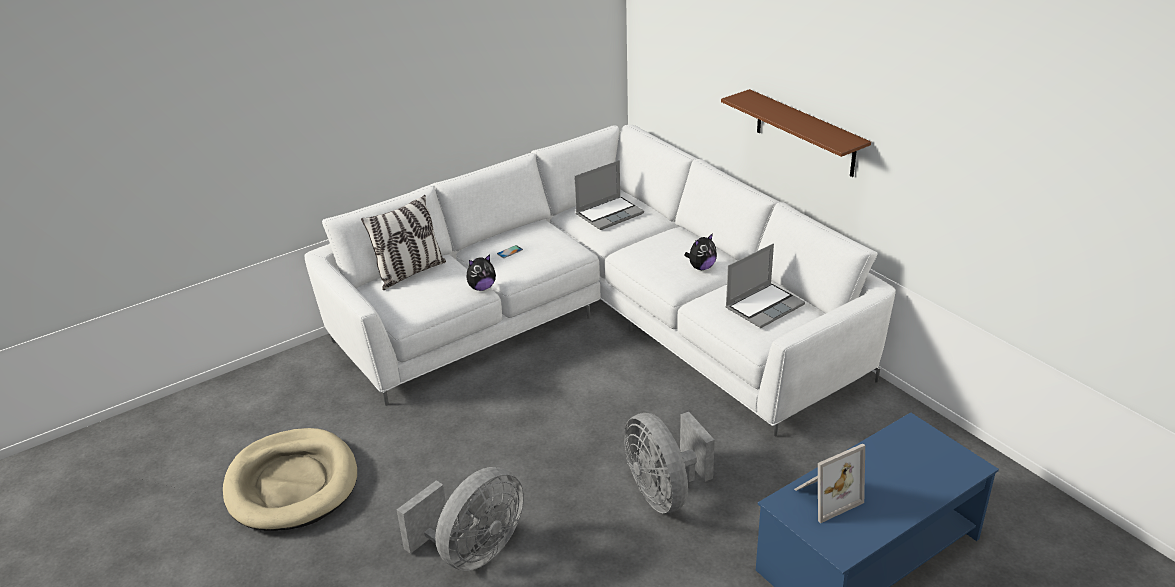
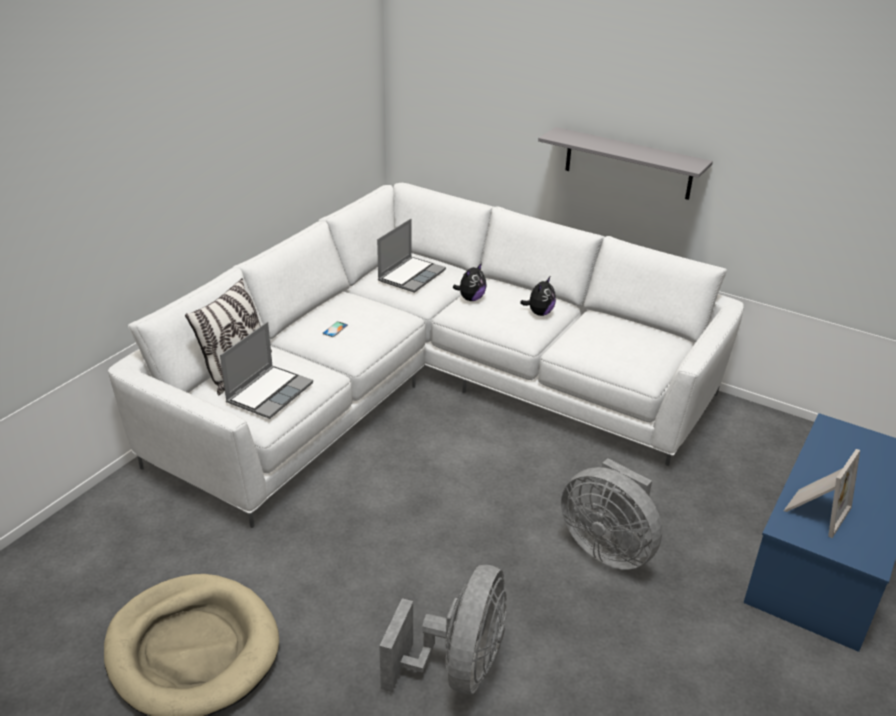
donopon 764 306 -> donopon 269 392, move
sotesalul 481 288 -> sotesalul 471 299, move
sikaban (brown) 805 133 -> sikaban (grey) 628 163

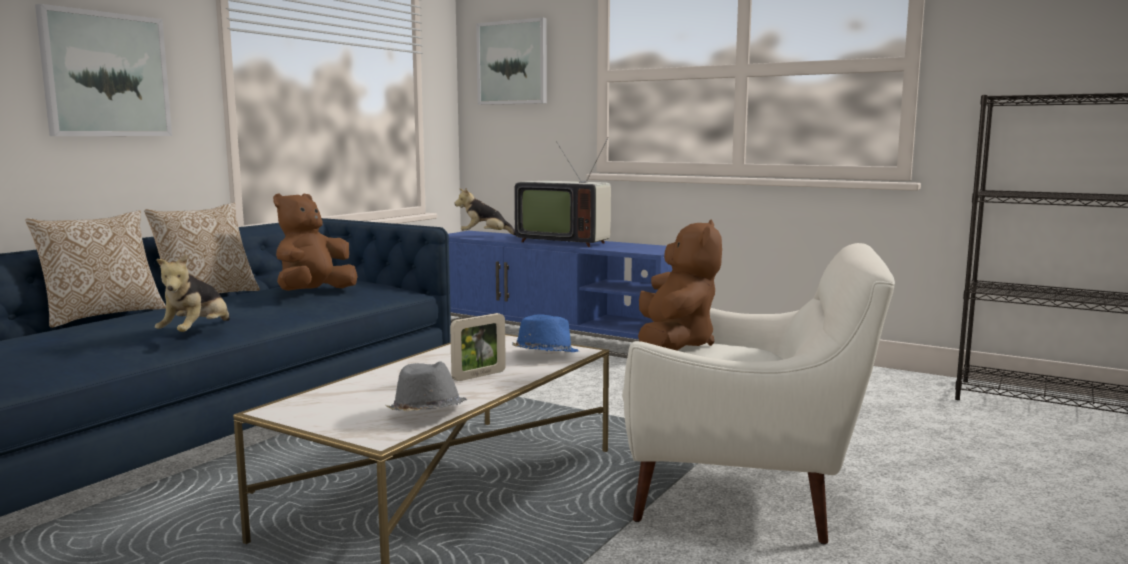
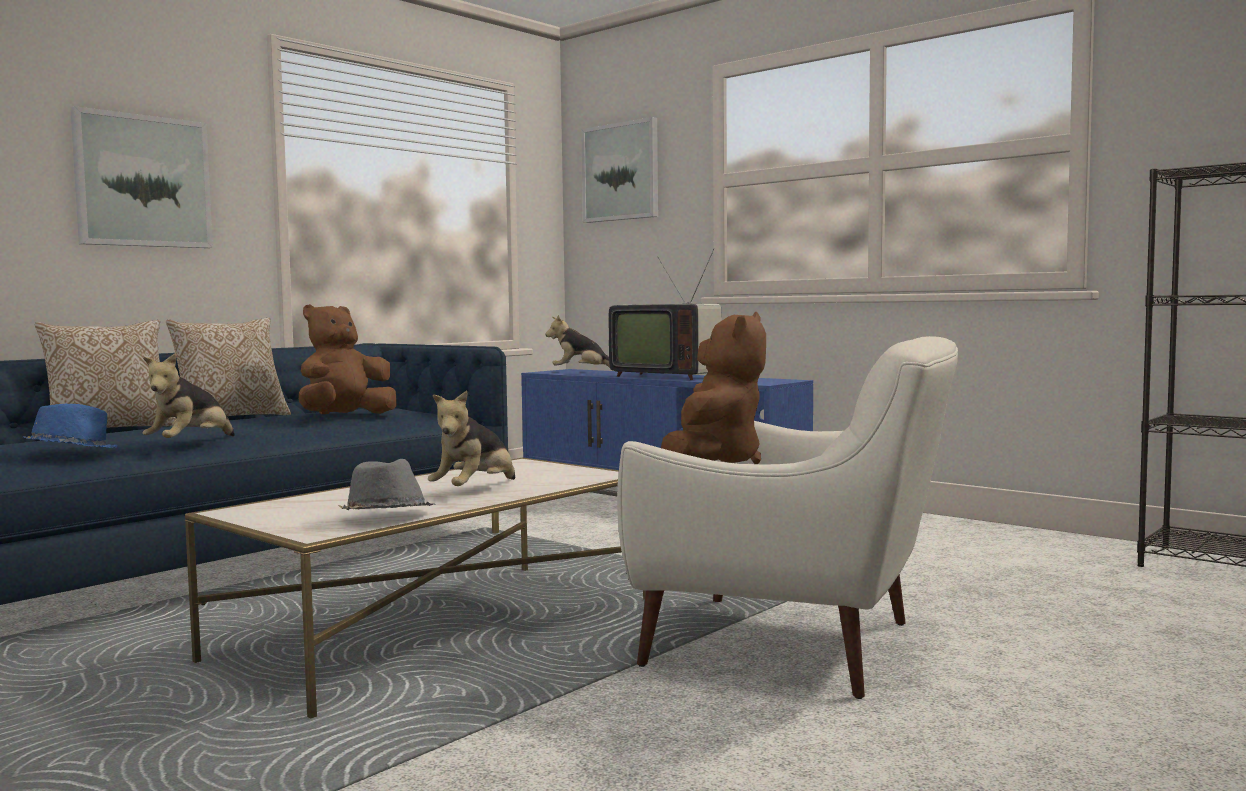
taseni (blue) 544 354 -> taseni (blue) 71 451, move
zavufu 479 375 -> sotesalul 475 491

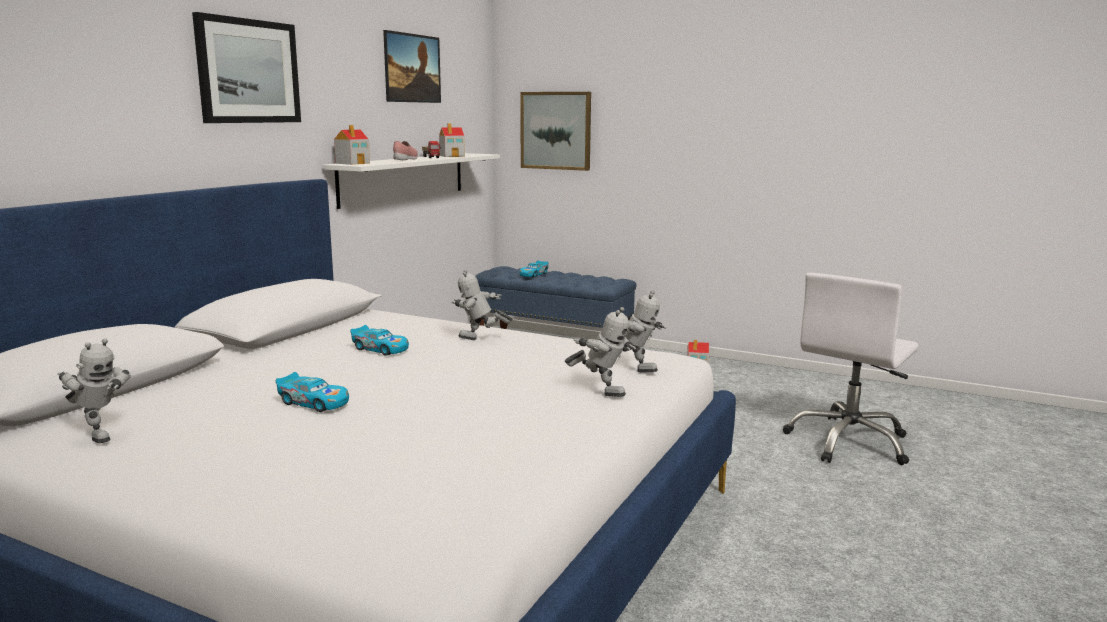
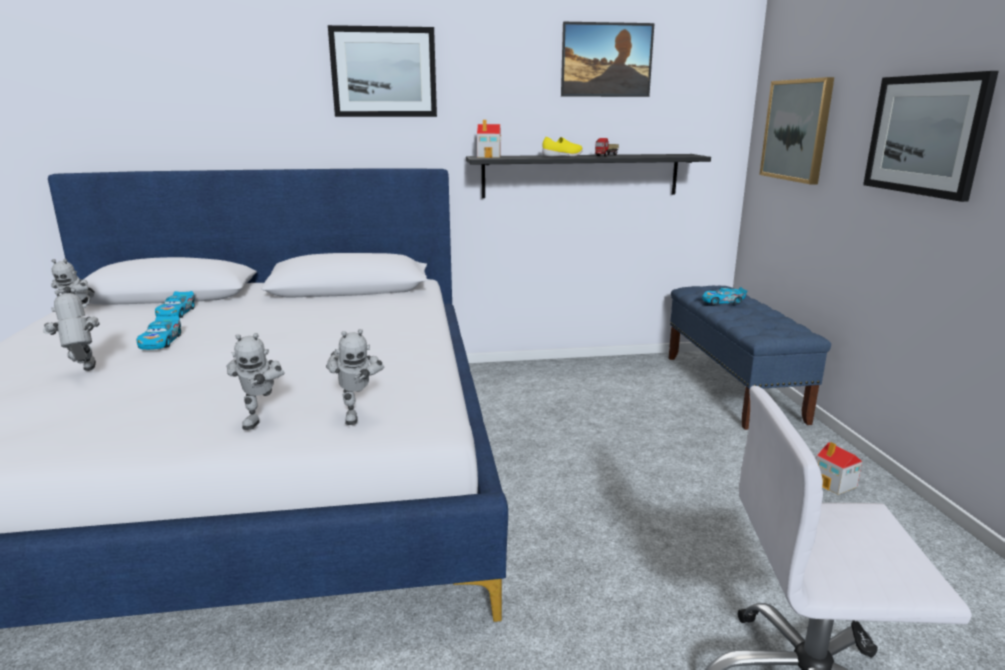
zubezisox 480 340 -> zubezisox 83 373, move
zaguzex 381 349 -> zaguzex 176 313, move
sikaban (white) 404 178 -> sikaban (black) 581 175
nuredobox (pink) 406 159 -> nuredobox (yellow) 562 156
none -> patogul 925 135
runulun 452 156 -> none

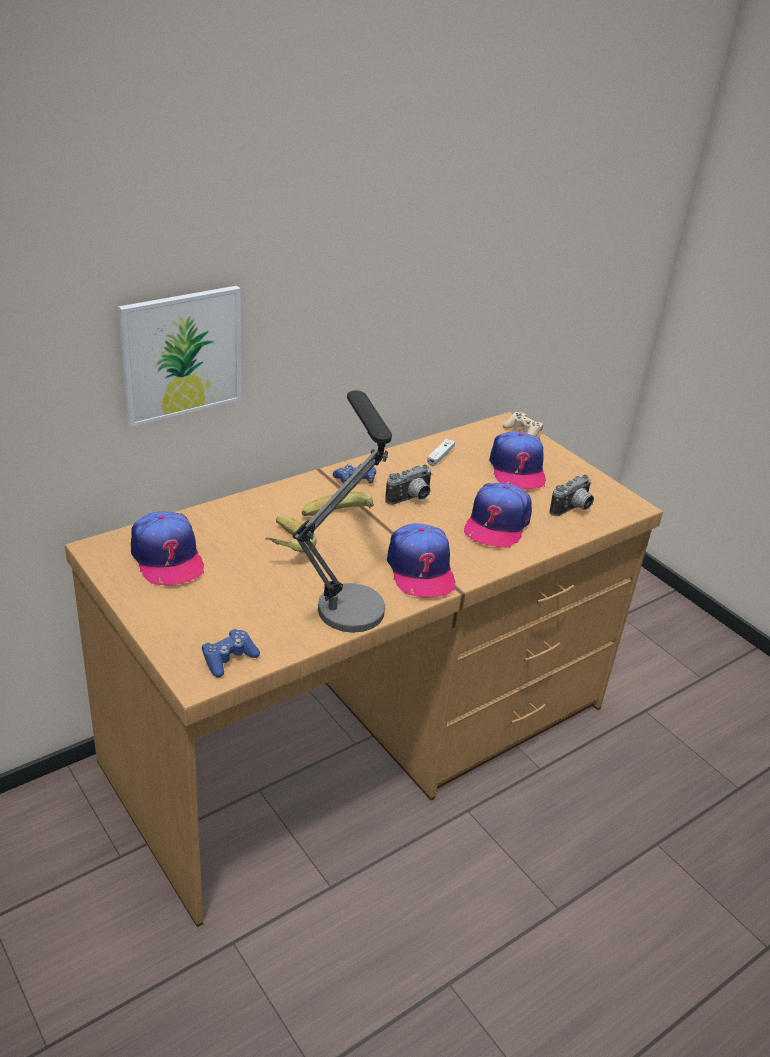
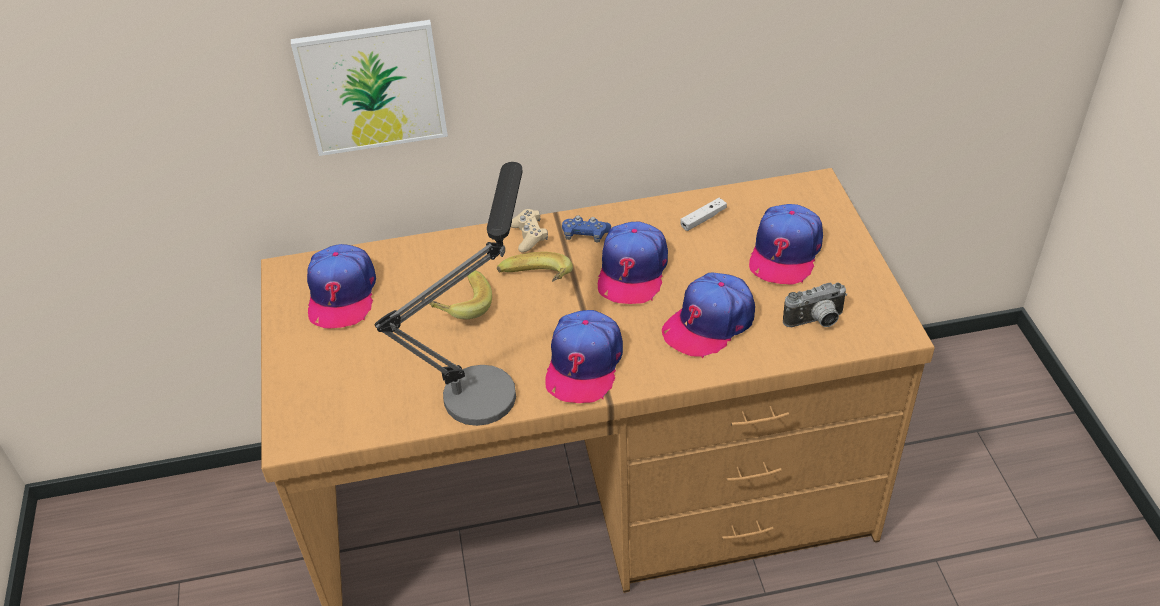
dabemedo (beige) 523 432 -> dabemedo (beige) 529 236, move
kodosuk 411 499 -> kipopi 632 271
dabemedo (blue) 229 659 -> none

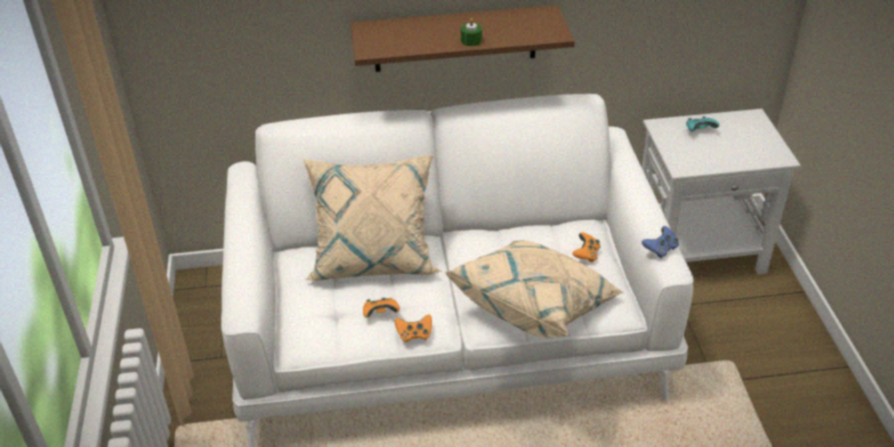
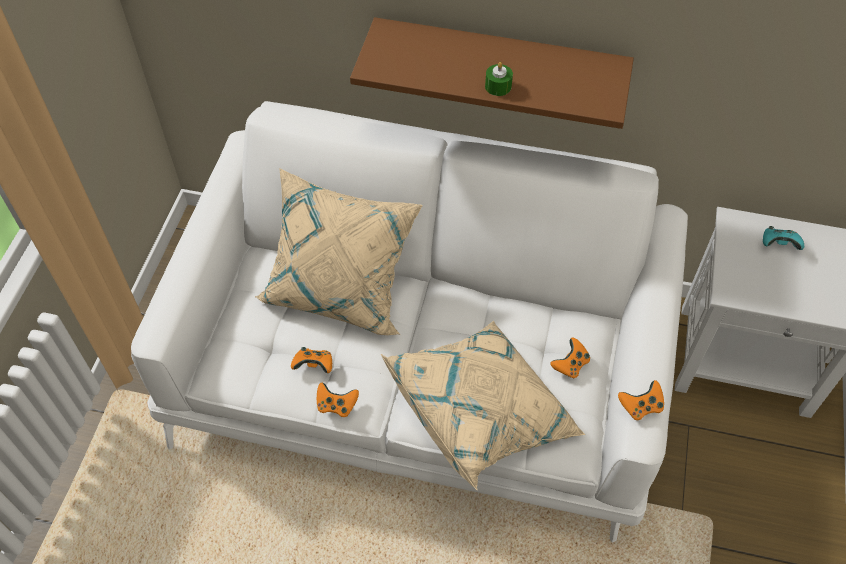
dabemedo (blue) 660 249 -> dabemedo (orange) 640 406

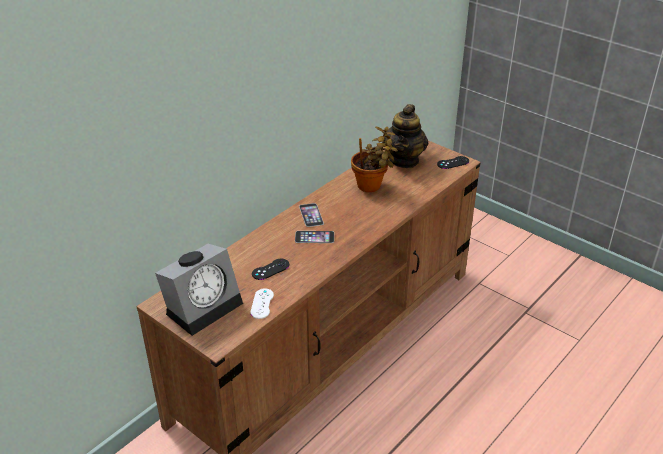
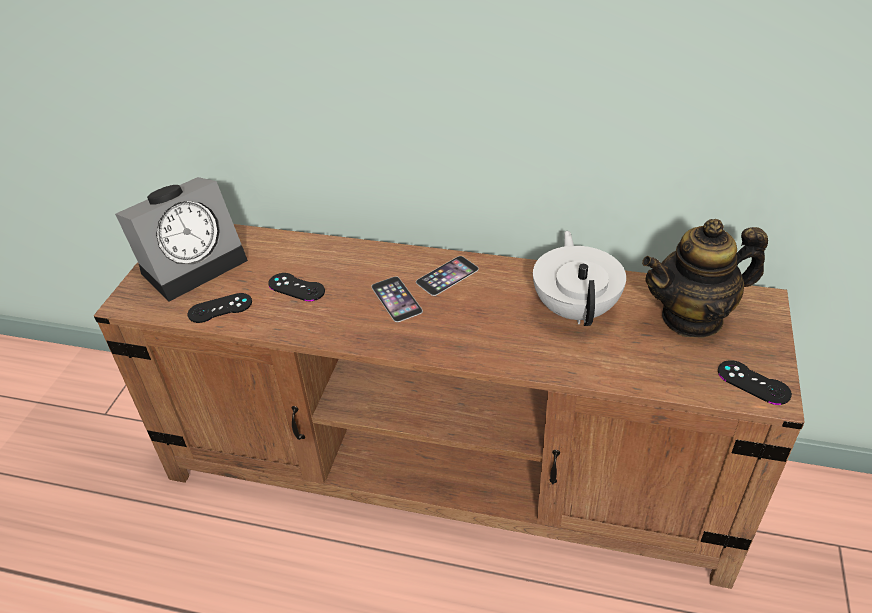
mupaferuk 204 306 -> mupaferuk 195 263, 60 degrees counterclockwise
dabemedo (white) 262 303 -> dabemedo (black) 220 308
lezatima 371 186 -> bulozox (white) 576 308

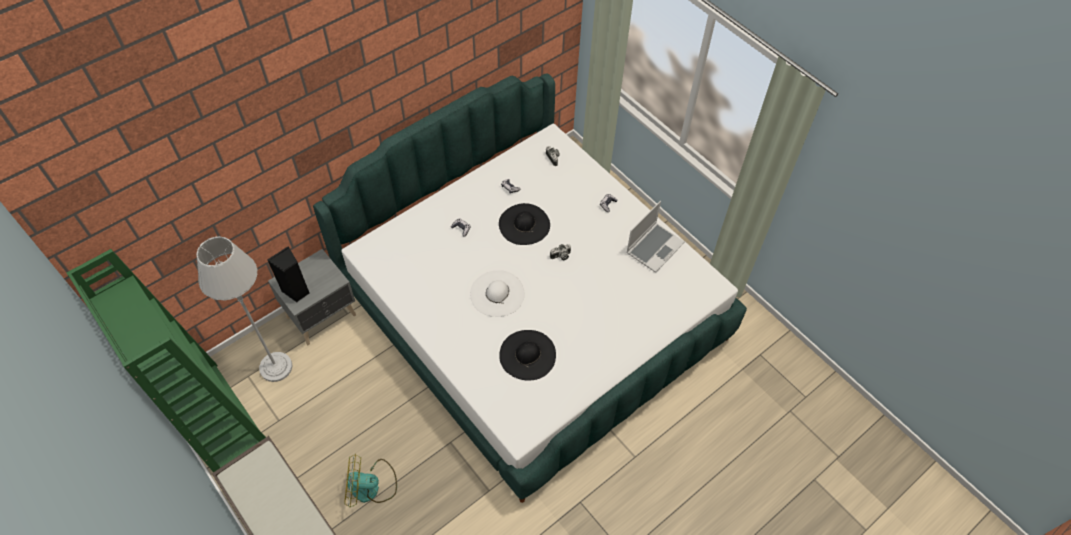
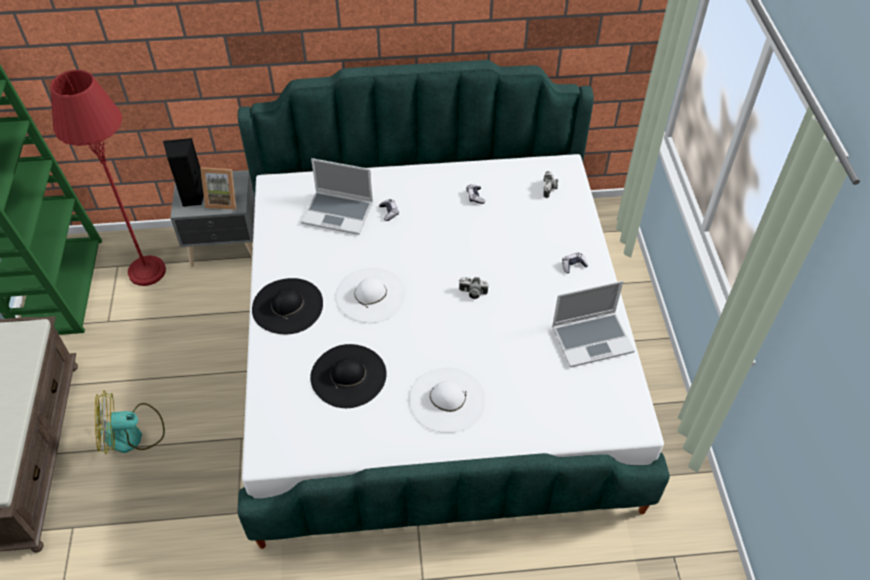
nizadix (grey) 276 367 -> nizadix (red) 147 272
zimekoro 371 486 -> zimekoro 132 434, 45 degrees counterclockwise
none -> zavufu 223 200
taseni (black) 524 224 -> taseni (black) 287 306, move
none -> donopon 339 213
none -> taseni (white) 447 400

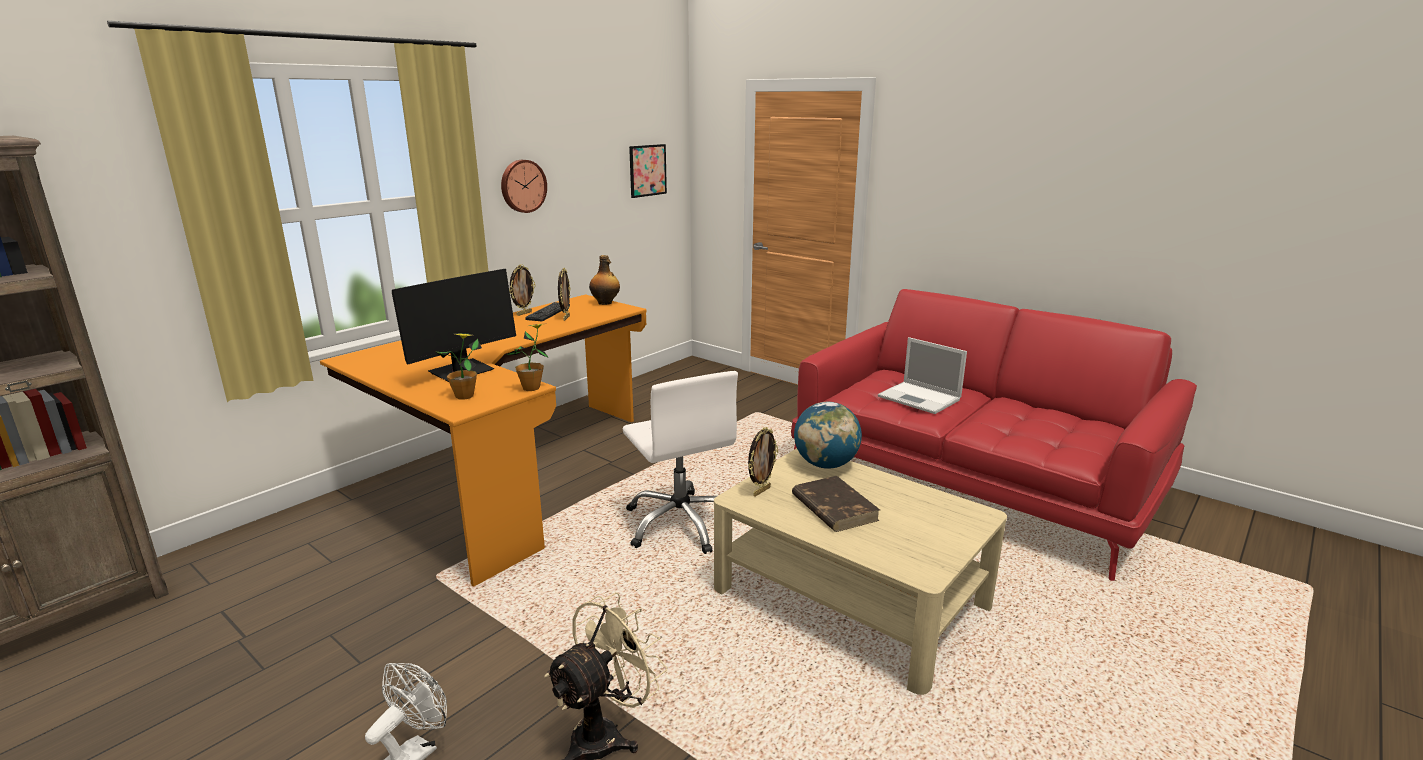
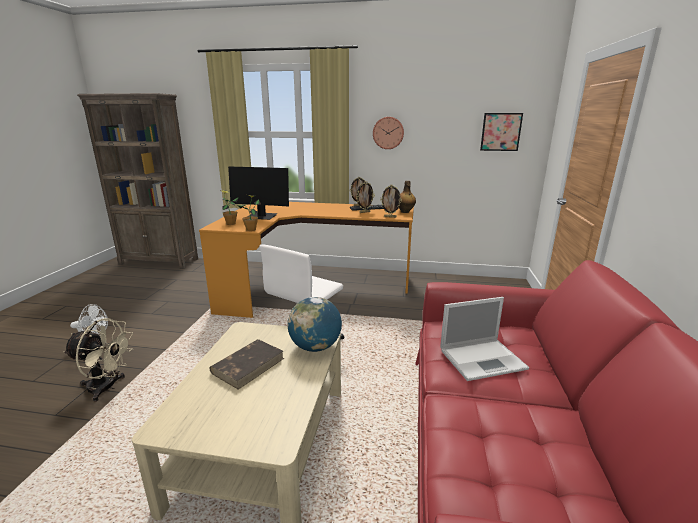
zavufu 761 491 -> zavufu 390 217, move
donopon 920 398 -> donopon 483 359, 120 degrees counterclockwise

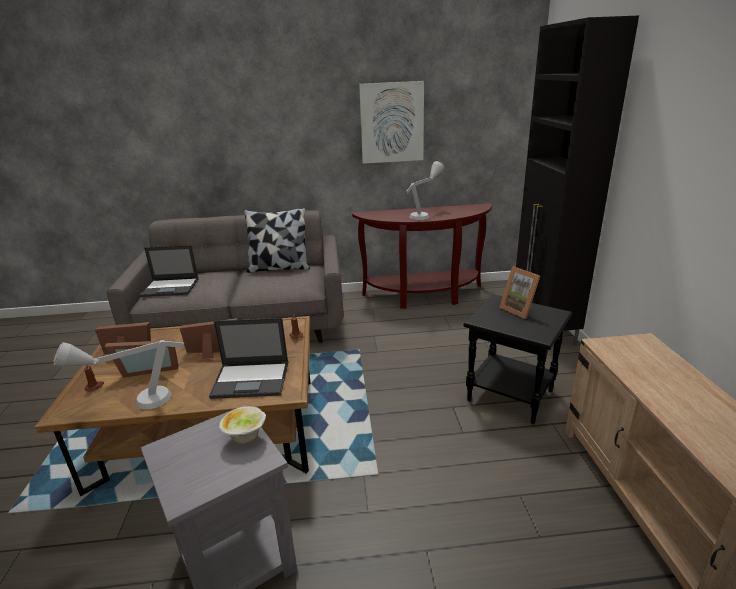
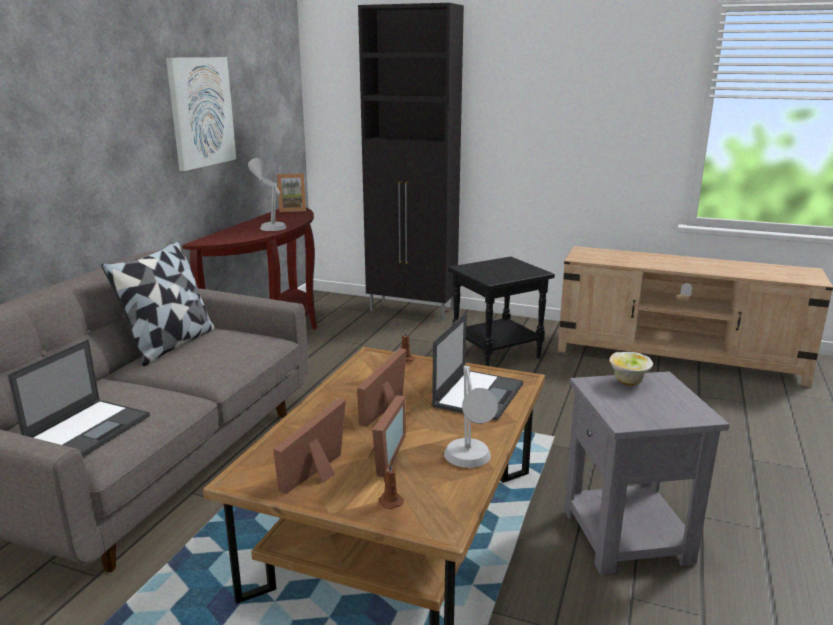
zavufu 519 309 -> zavufu 292 209, move

